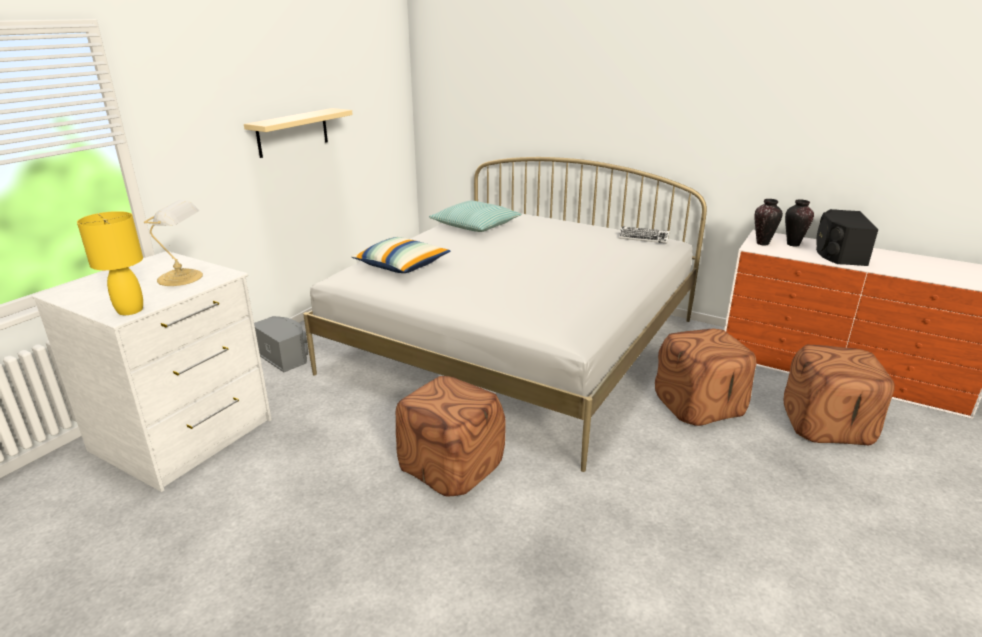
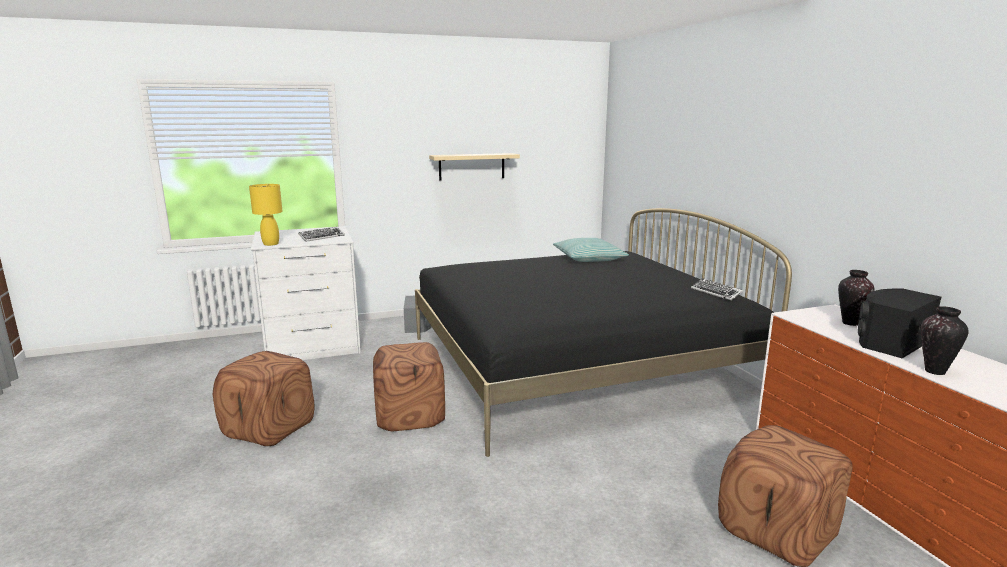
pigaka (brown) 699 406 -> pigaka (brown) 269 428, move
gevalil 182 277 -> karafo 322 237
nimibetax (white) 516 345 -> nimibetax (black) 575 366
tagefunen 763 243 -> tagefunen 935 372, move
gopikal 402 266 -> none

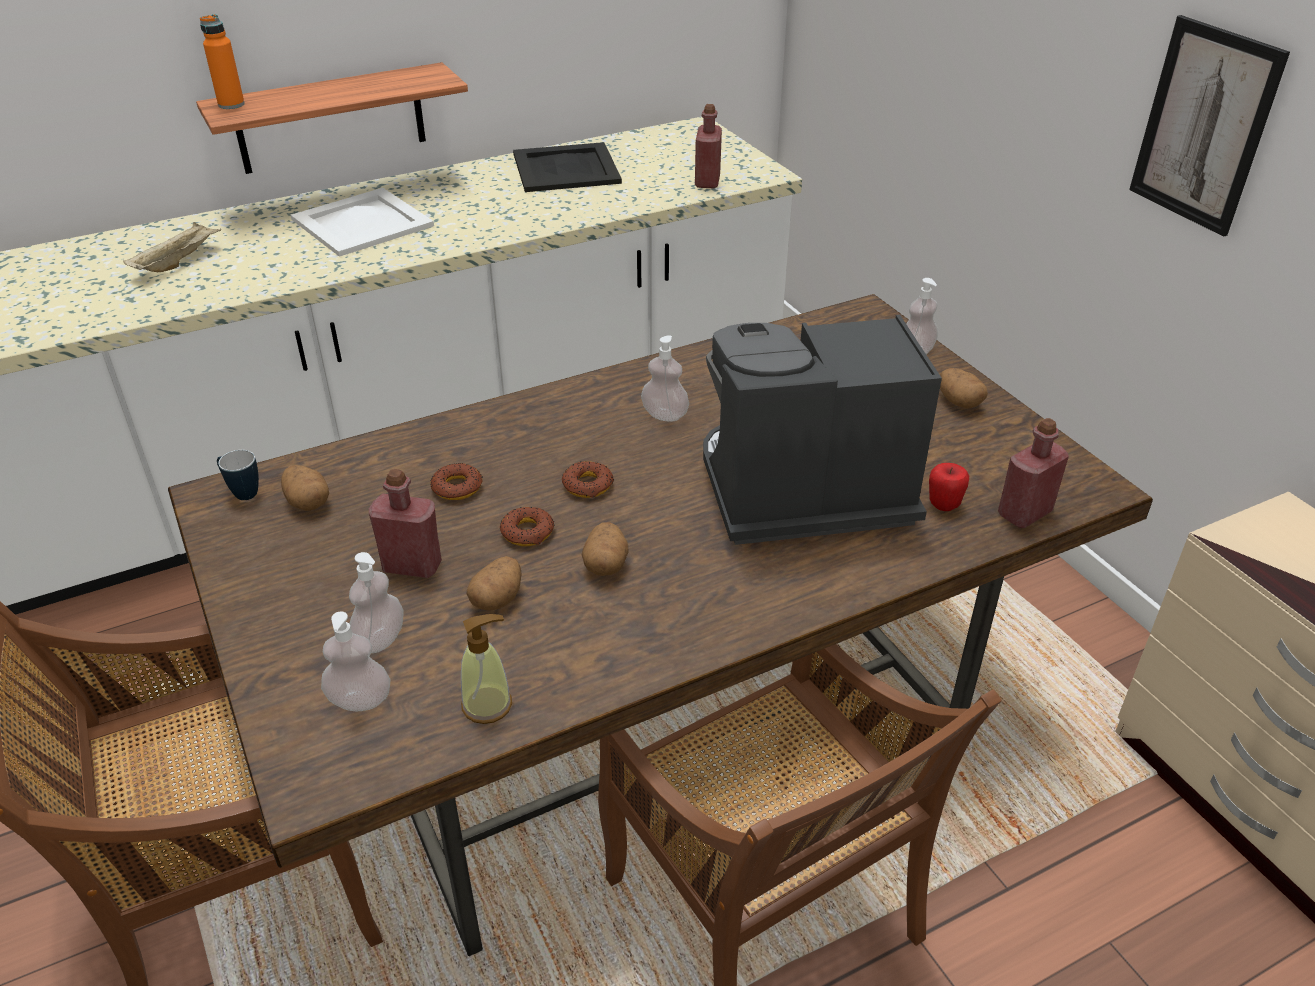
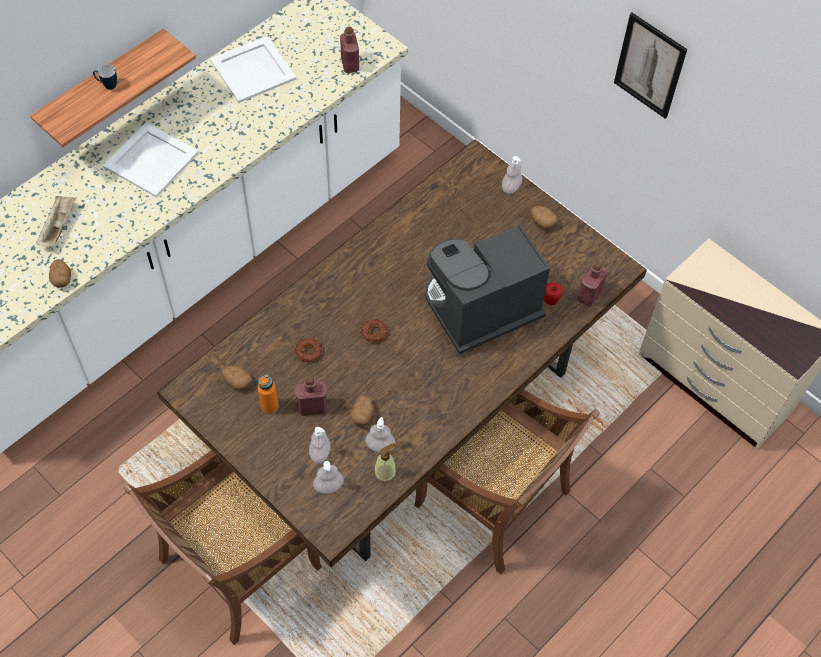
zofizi 606 564 -> zofizi 62 279, move
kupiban 241 492 -> kupiban 107 85, move
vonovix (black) 567 169 -> vonovix (white) 254 70
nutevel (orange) 231 104 -> nutevel (orange) 269 407, move
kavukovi 664 415 -> kavukovi 380 446, move
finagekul 527 532 -> none

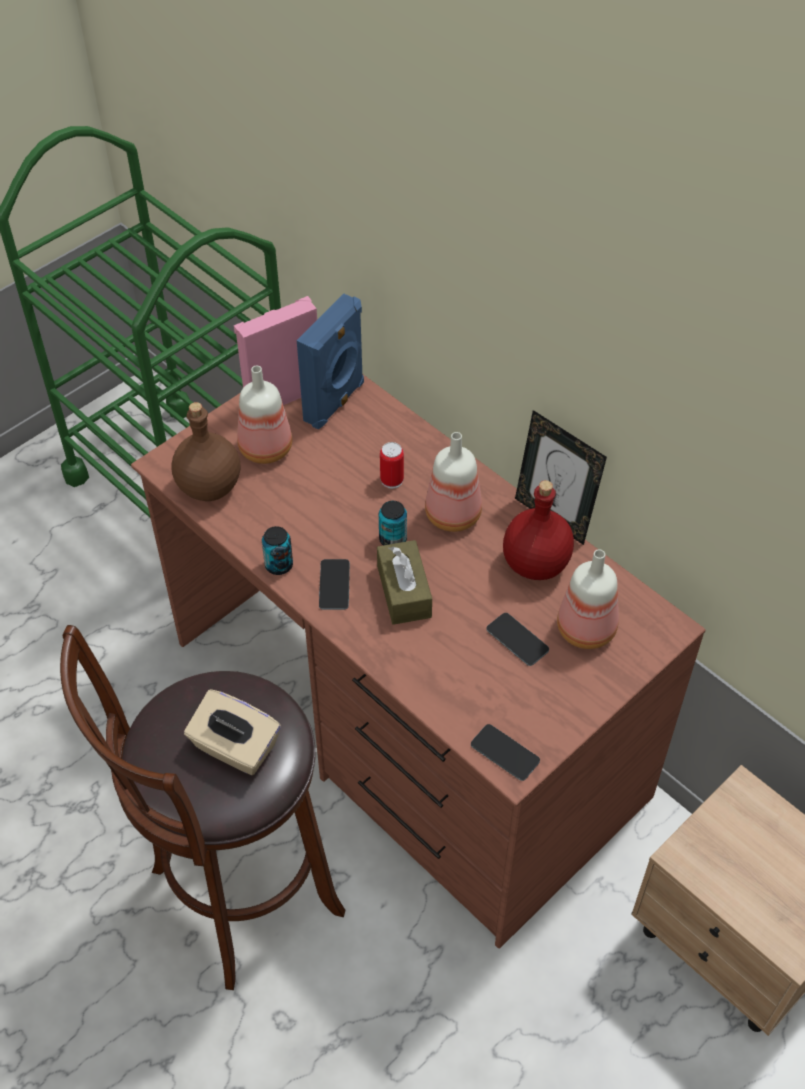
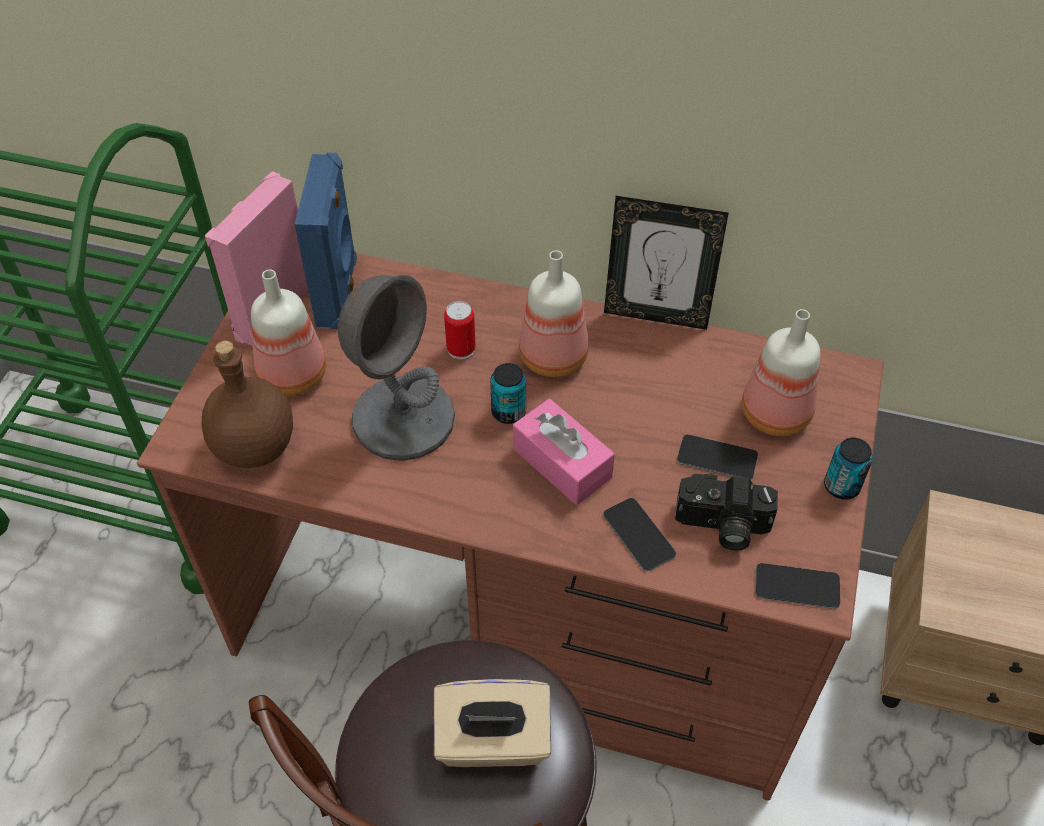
none -> gevalil (grey) 403 419
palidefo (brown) 404 591 -> palidefo (pink) 562 463
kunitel 334 585 -> kunitel 639 534, move
none -> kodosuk 722 526
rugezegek 279 565 -> rugezegek 841 486, move
nutevel (red) 536 563 -> none

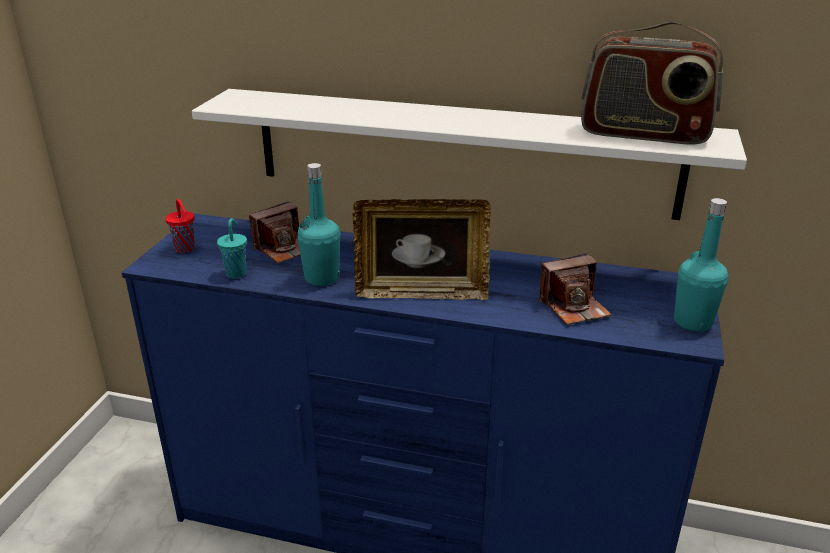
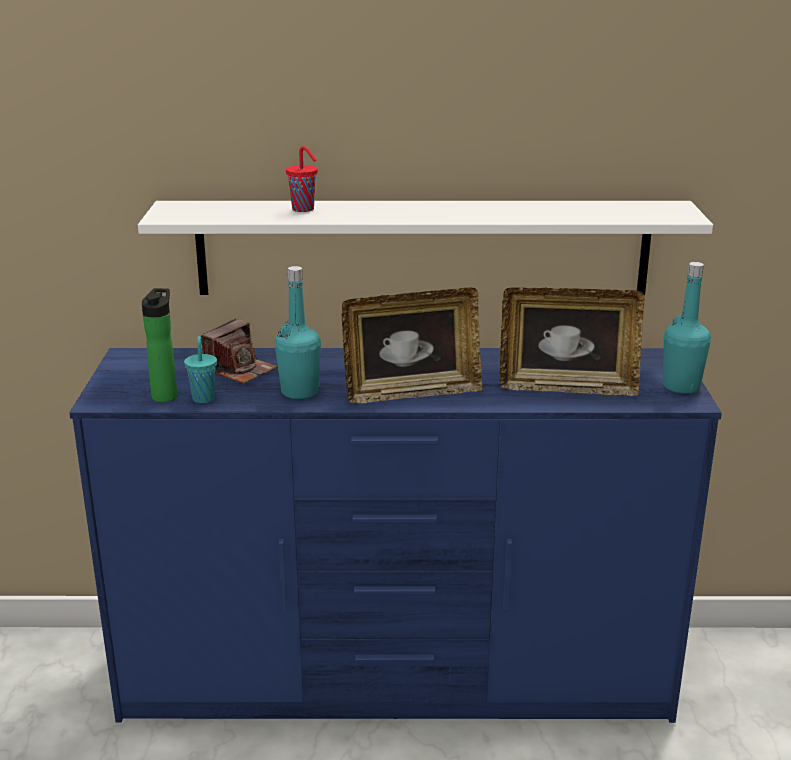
none -> nutevel 166 395
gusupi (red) 185 249 -> gusupi (red) 304 209, move
kodosuk 574 307 -> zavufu 567 387
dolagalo 644 134 -> none

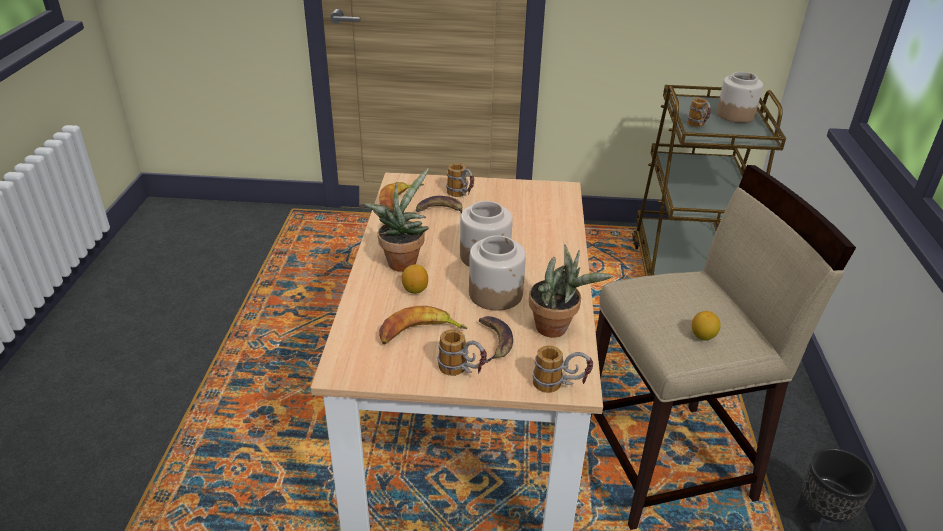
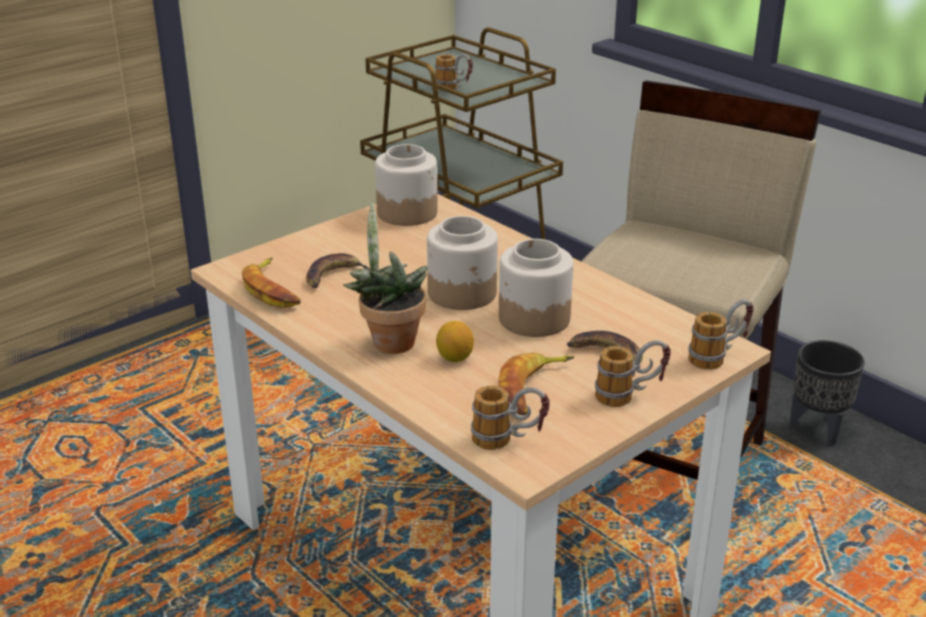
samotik 735 115 -> samotik 407 213, move
kupiban 461 196 -> kupiban 509 441, move
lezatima 556 328 -> none
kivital 703 336 -> none

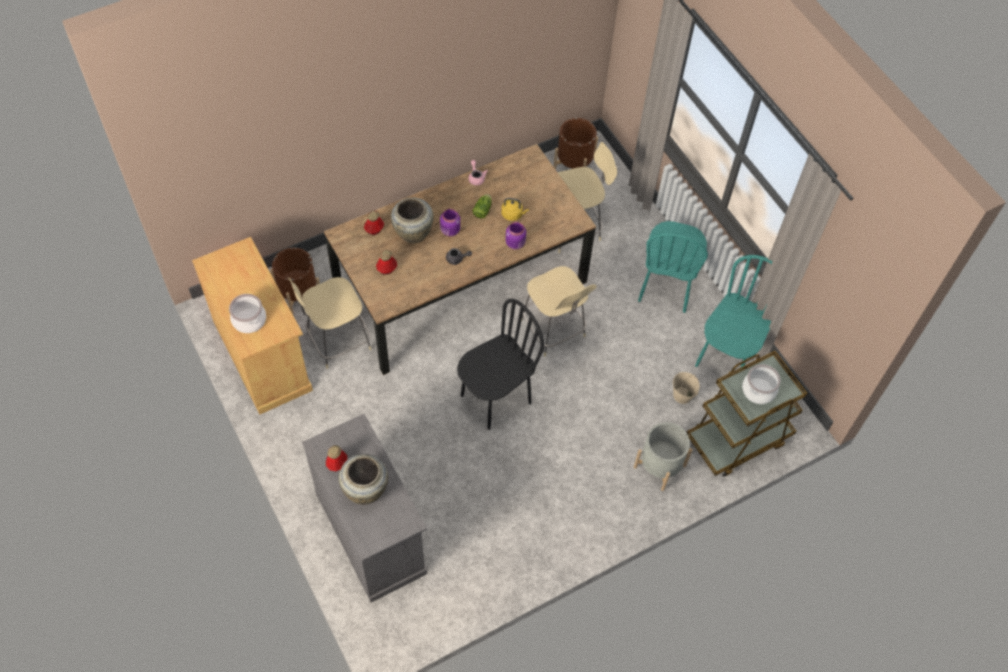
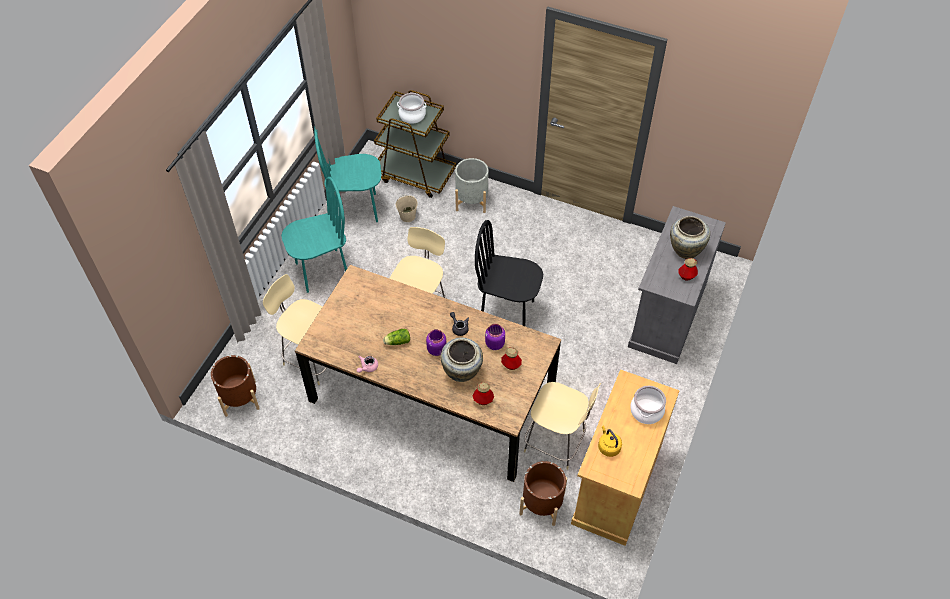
samotik (purple) 516 243 -> samotik (purple) 494 343, move
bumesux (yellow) 513 214 -> bumesux (yellow) 608 447, move

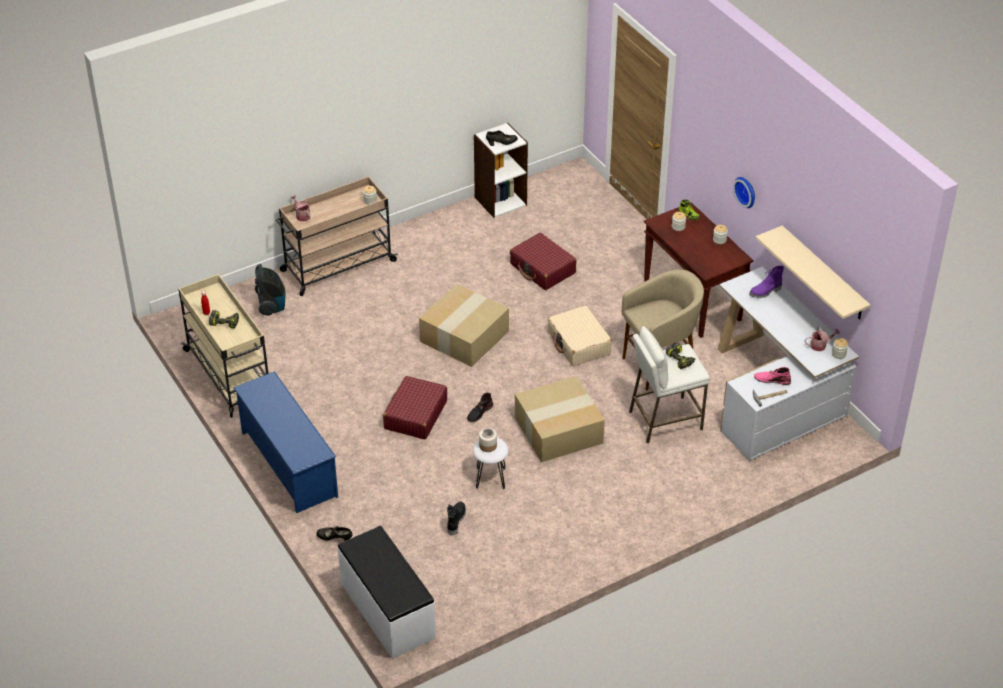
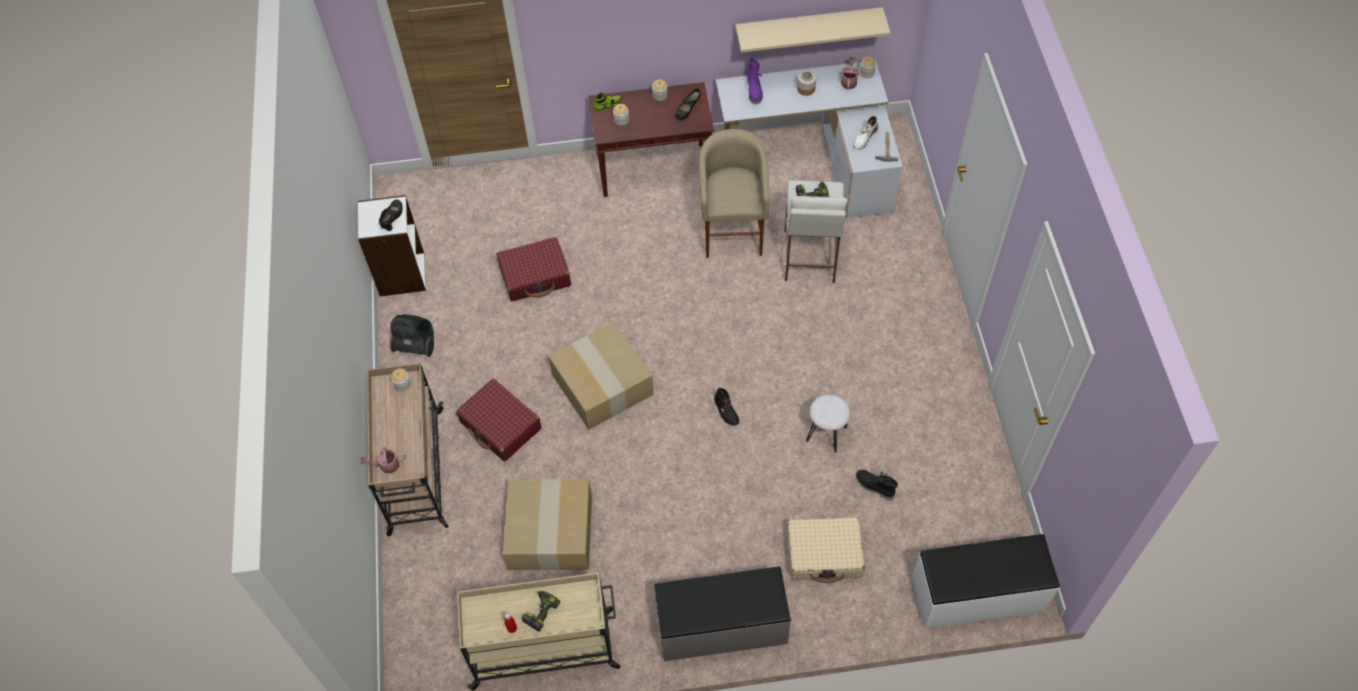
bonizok 271 306 -> bonizok 416 346, move
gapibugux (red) 415 415 -> gapibugux (red) 500 426, move
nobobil 558 431 -> nobobil 551 533, move
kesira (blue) 288 464 -> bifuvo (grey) 721 627
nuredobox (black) 335 539 -> nuredobox (black) 687 110, move
gapibugux (beige) 579 343 -> gapibugux (beige) 824 554, move
samotik 487 445 -> samotik 806 89, move
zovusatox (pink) 772 379 -> zovusatox (white) 865 137
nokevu 746 191 -> none

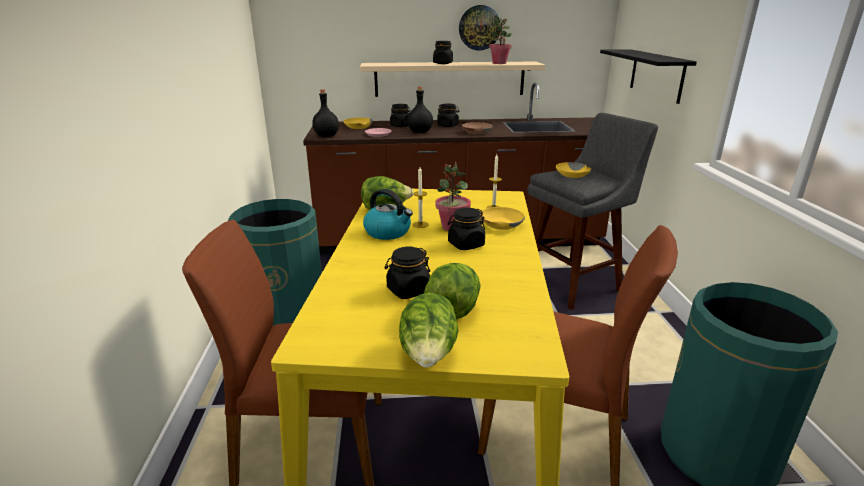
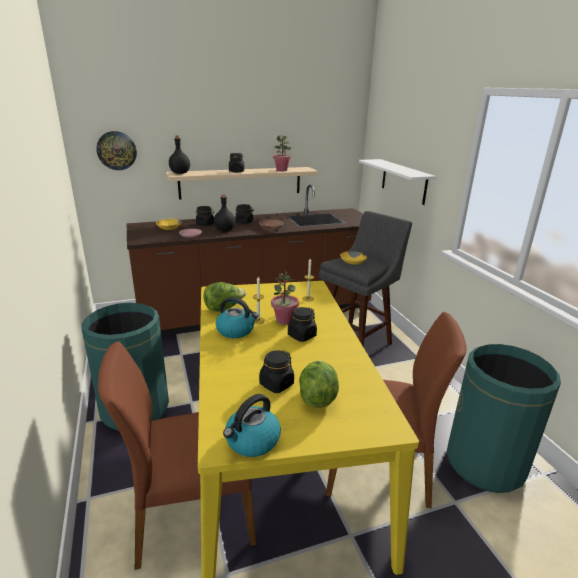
nokevu 479 28 -> nokevu 116 150, move
nutevel (black) 326 136 -> nutevel (black) 180 173, move
none -> bumesux 252 441
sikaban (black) 656 75 -> sikaban (white) 403 181
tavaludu 429 356 -> none
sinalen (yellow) 500 224 -> none

